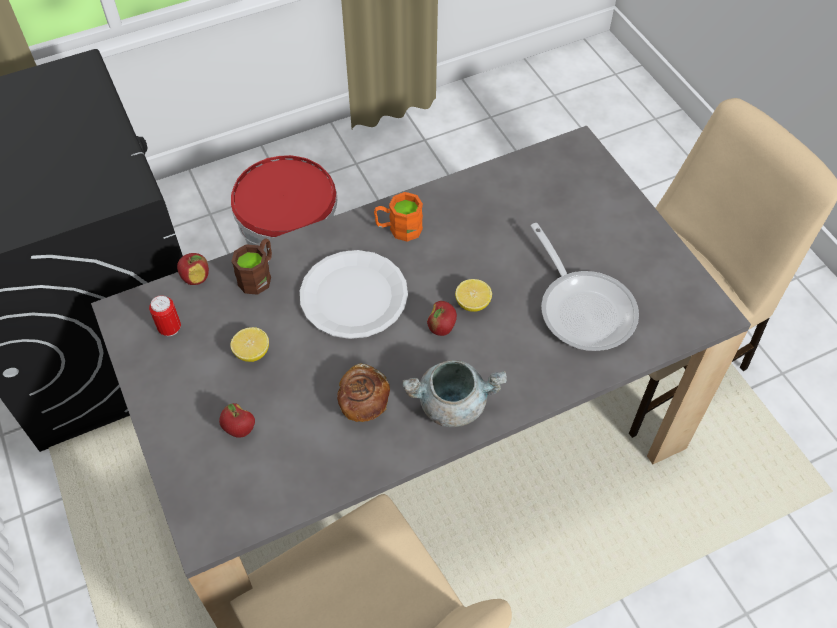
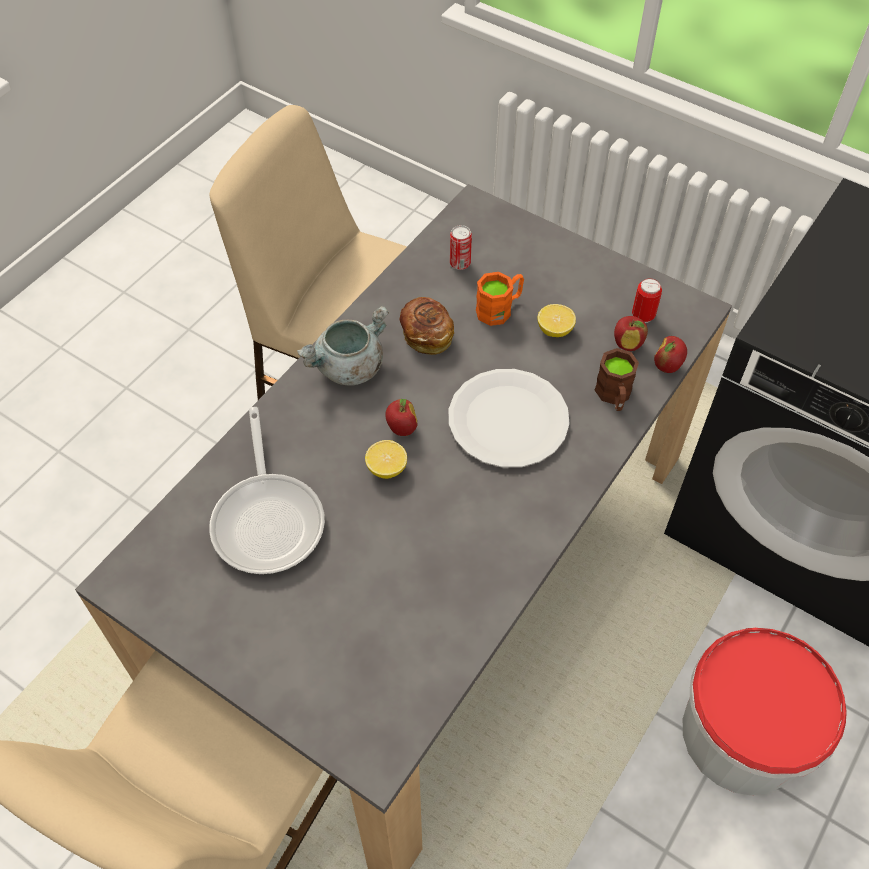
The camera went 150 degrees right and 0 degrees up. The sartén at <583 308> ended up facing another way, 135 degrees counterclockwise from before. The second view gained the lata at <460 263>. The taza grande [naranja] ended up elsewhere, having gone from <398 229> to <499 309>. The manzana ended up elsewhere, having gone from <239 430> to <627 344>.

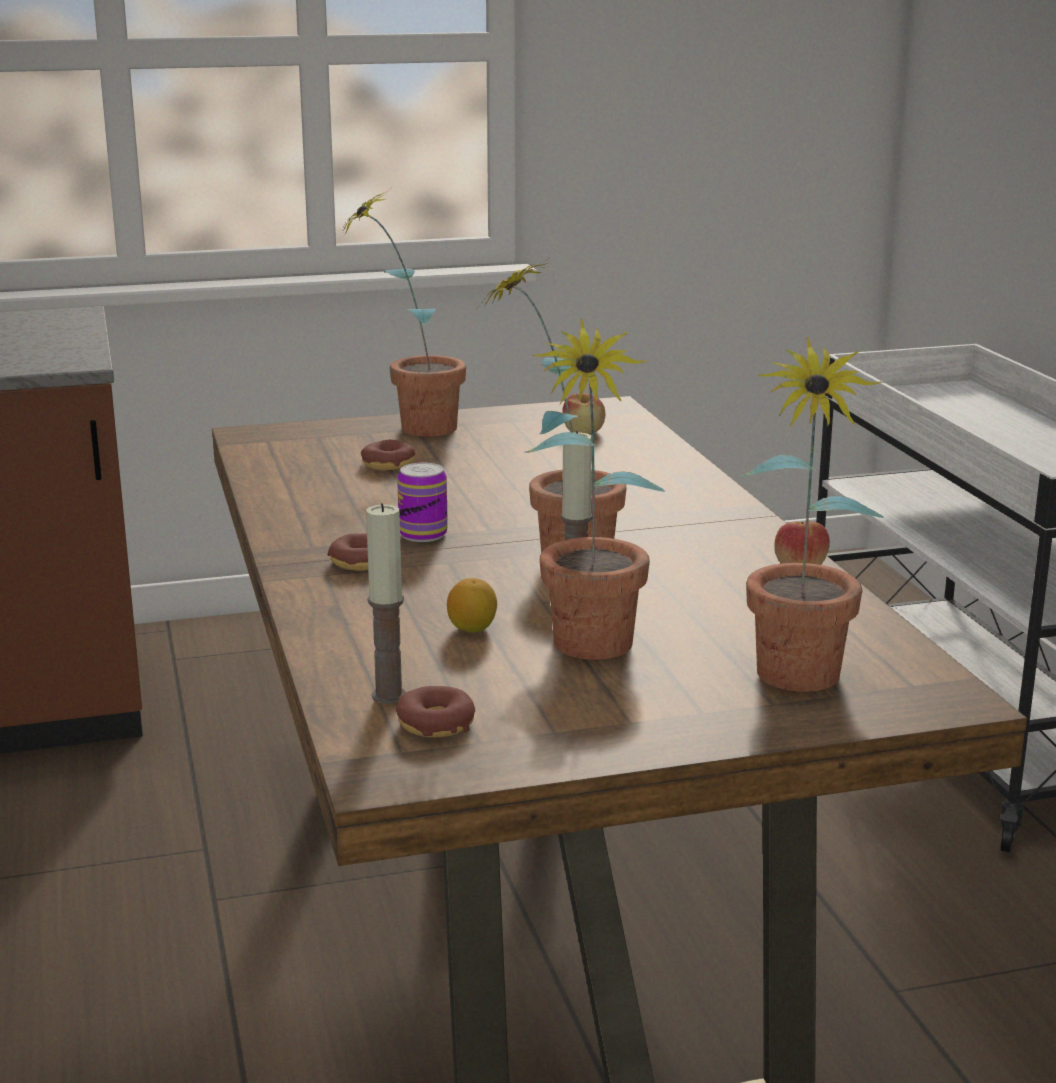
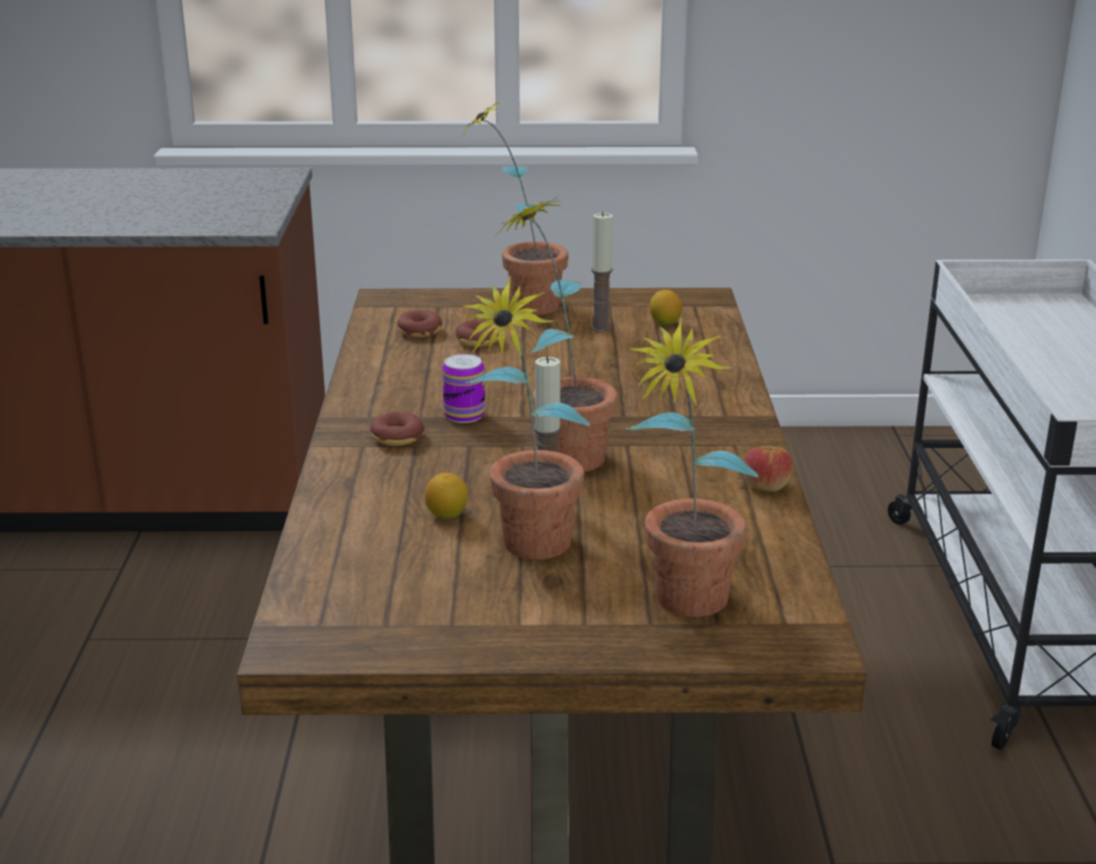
The camera went 15 degrees right and 5 degrees up. The rosquilla ended up elsewhere, having gone from <436 724> to <419 331>. The vela ended up elsewhere, having gone from <388 696> to <600 328>. Where the manzana stood at <583 432>, the limón came to stand at <665 323>.

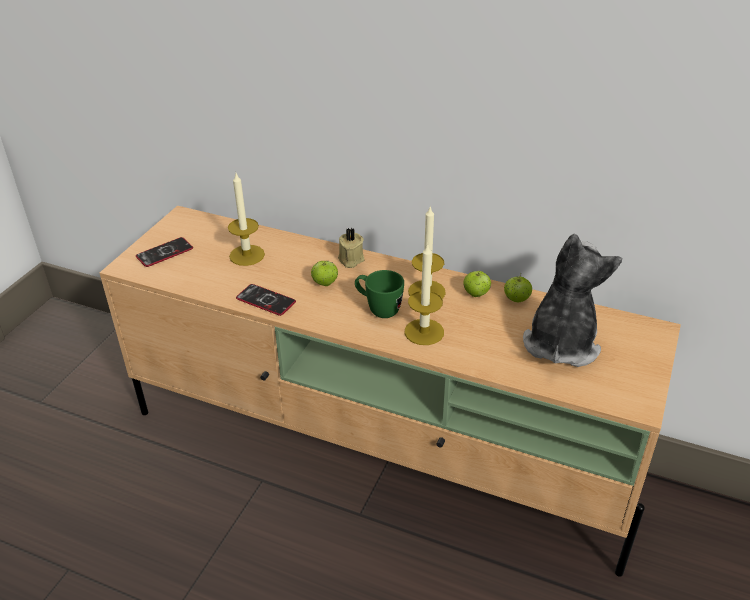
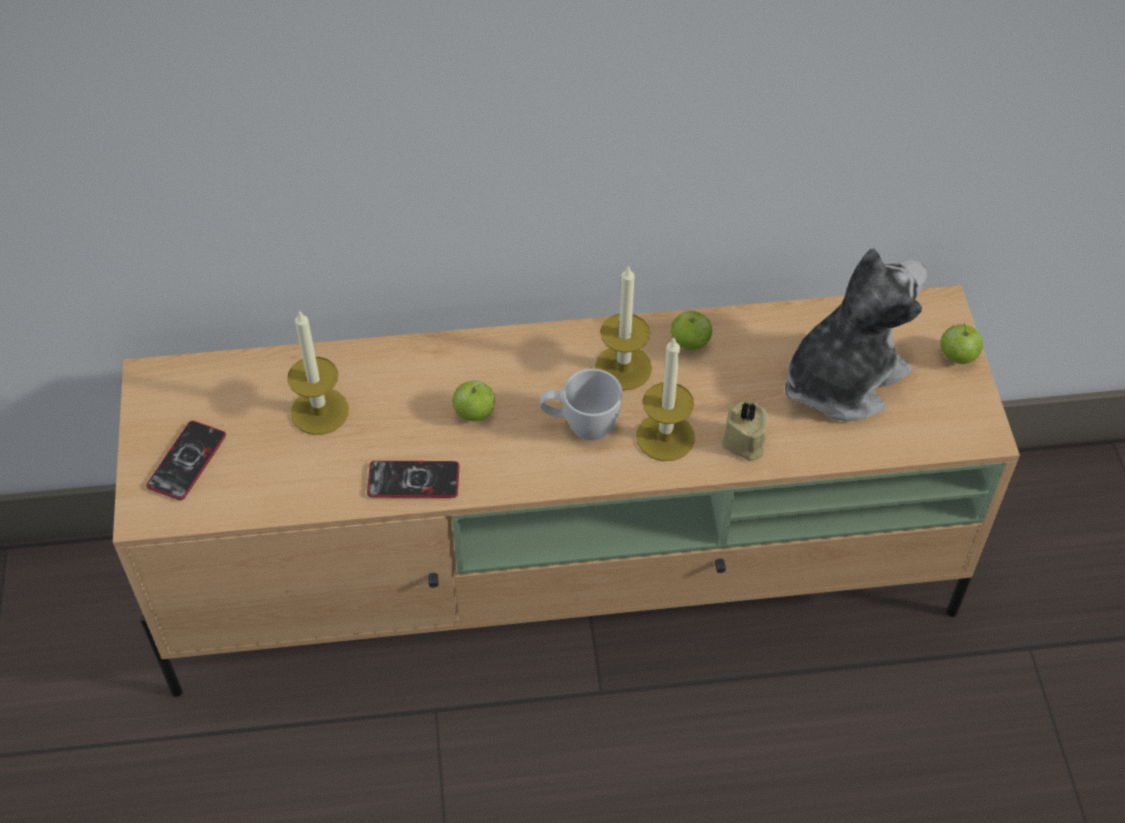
The camera went 30 degrees left and 15 degrees up. What was the taza grande [verde] at <378 309> turned into the taza grande [blanco] at <580 426>. The vela [beis] ended up elsewhere, having gone from <350 260> to <744 443>. The peluche at <561 343> ended up facing another way, 60 degrees clockwise from before. The manzana ended up elsewhere, having gone from <516 300> to <957 357>.

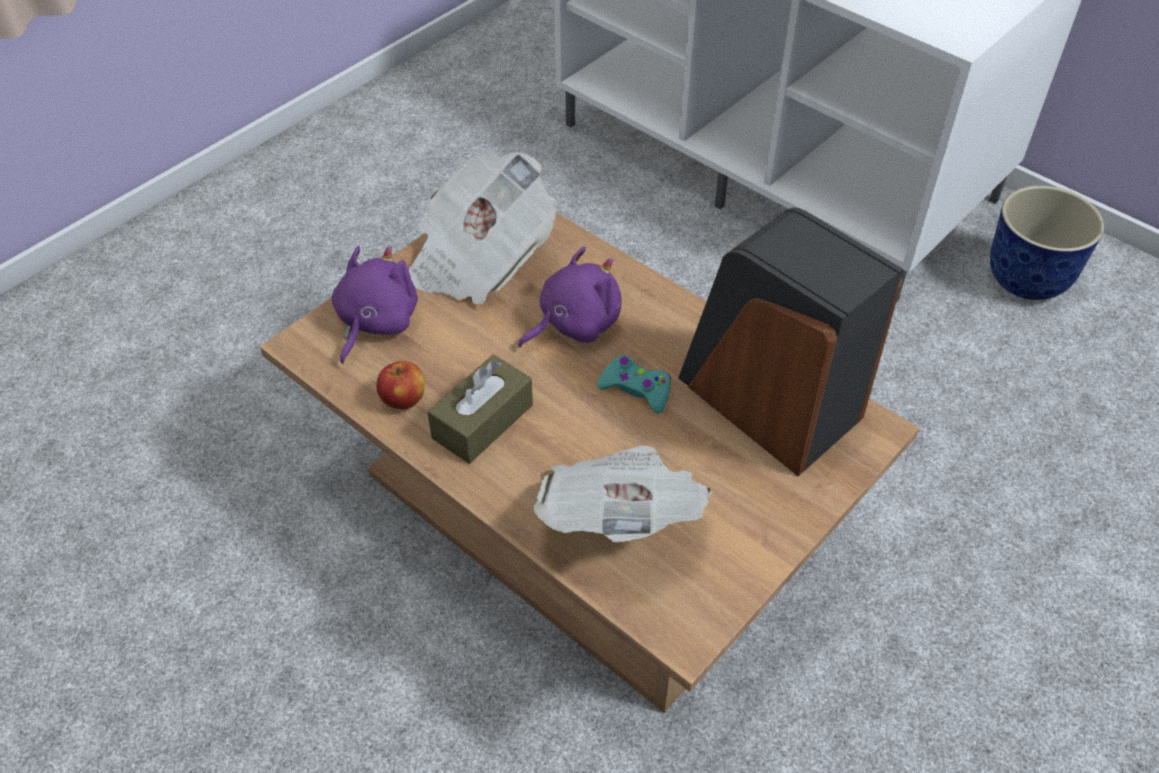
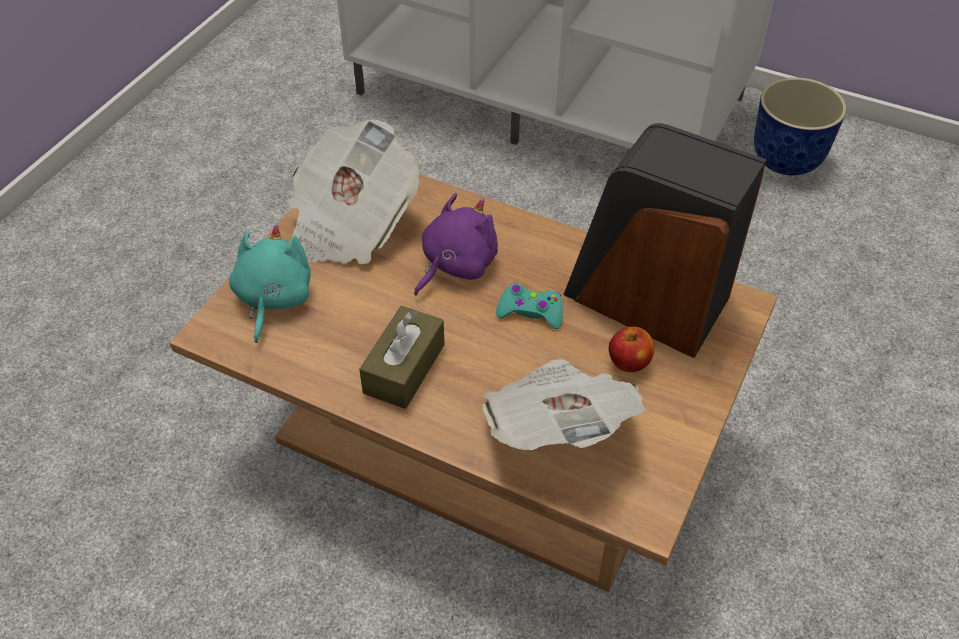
The camera went 15 degrees left and 0 degrees up. What was the peluche [morado] at <375 322> turned into the peluche [turquesa] at <273 299>. The manzana ended up elsewhere, having gone from <403 400> to <628 363>.

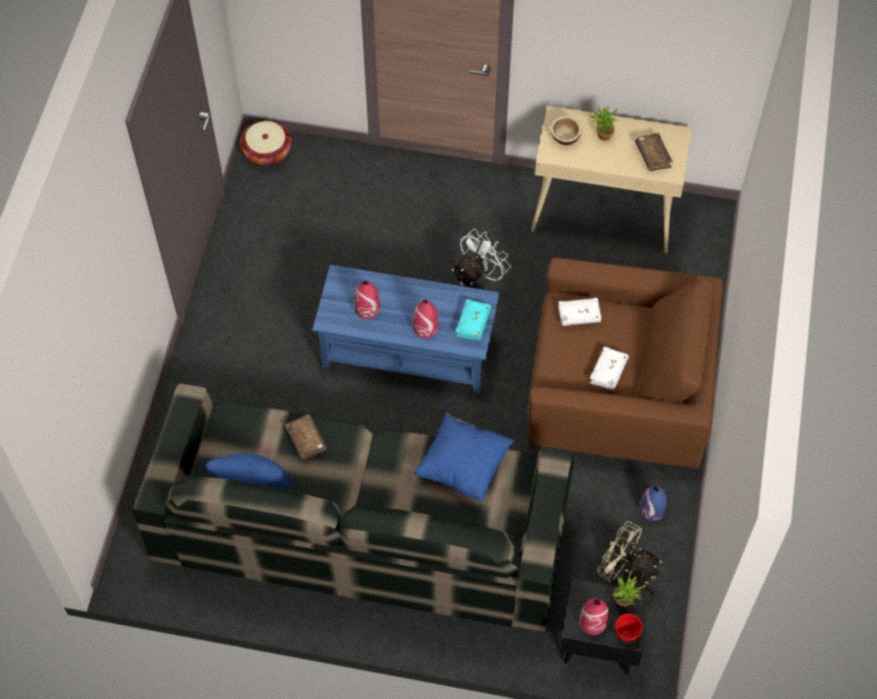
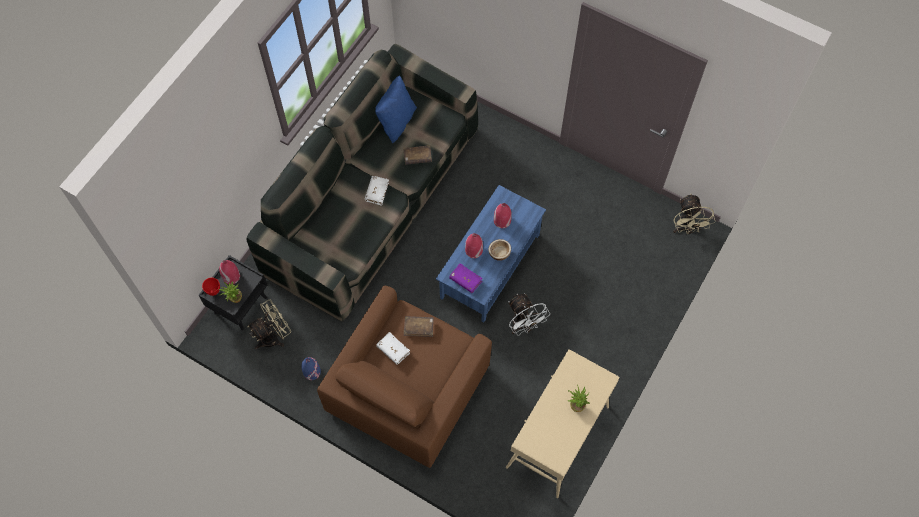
The camera went 110 degrees right and 5 degrees up. The libro [blanco] ended up elsewhere, having gone from <579 315> to <377 192>. The libro [marrón] ended up elsewhere, having gone from <652 156> to <419 328>. What was the libro [turquesa] at <473 323> turned into the libro [morado] at <465 280>. The cuenco ended up elsewhere, having gone from <565 137> to <499 253>. Where the cesta stood at <267 152>, the ventilador [beis] came to stand at <686 228>. The second view lost the cojín [azul] at <463 466>.

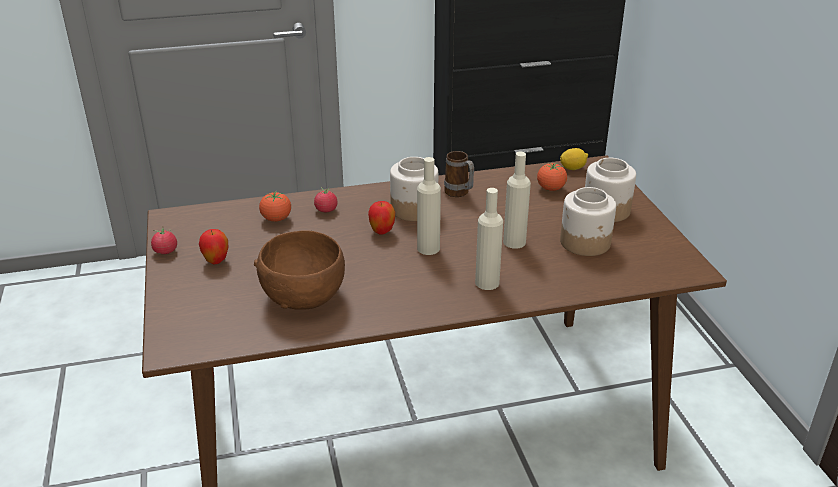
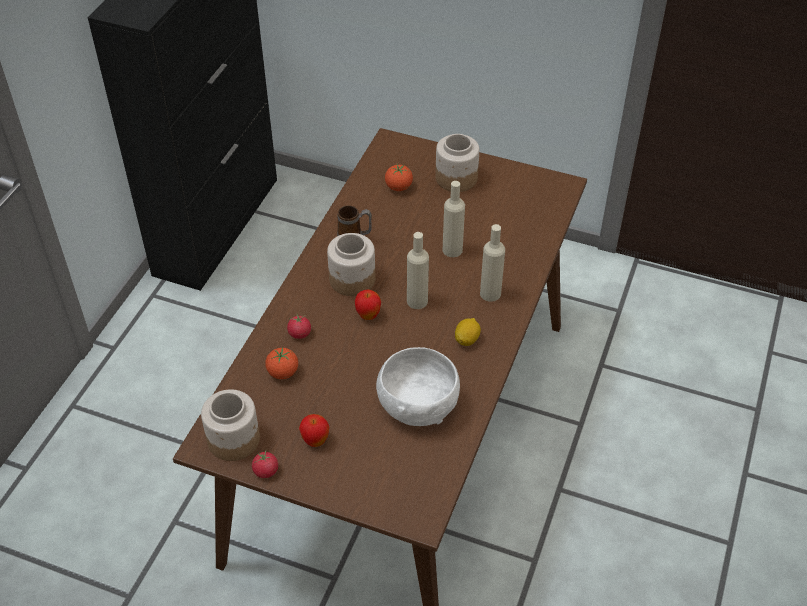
The camera went 55 degrees left and 15 degrees up. The tarro ended up elsewhere, having gone from <585 243> to <234 439>. What was the cuenco [marrón] at <303 295> turned into the cuenco [blanco] at <417 406>. The limón ended up elsewhere, having gone from <573 168> to <467 339>.

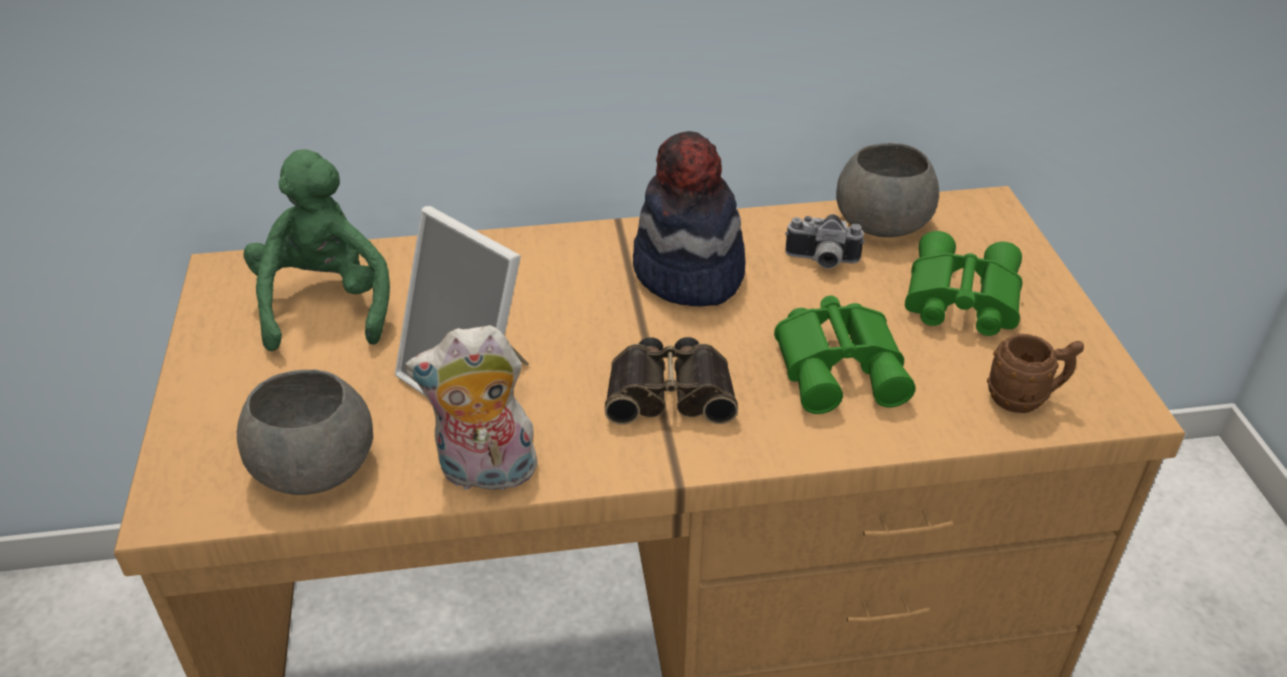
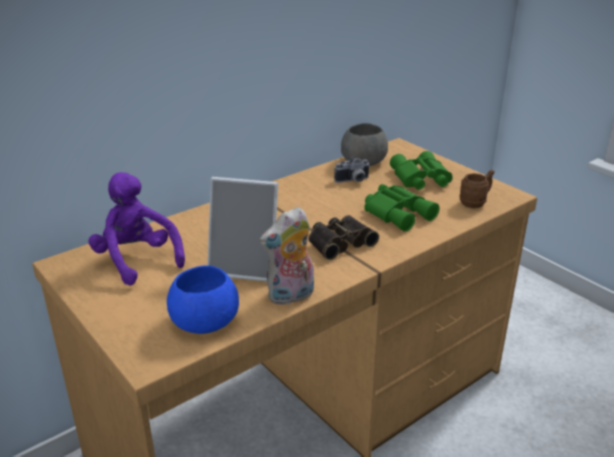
The camera went 30 degrees left and 10 degrees down. What was the peluche [verde] at <326 304> turned into the peluche [morado] at <137 260>. What was the cuenco [gris] at <311 466> turned into the cuenco [azul] at <203 322>. The second view lost the sombrero at <688 274>.

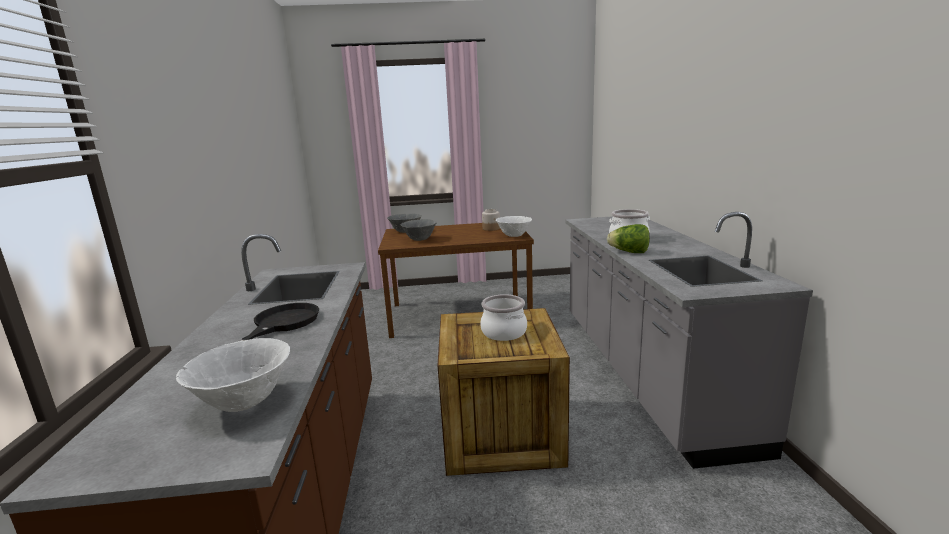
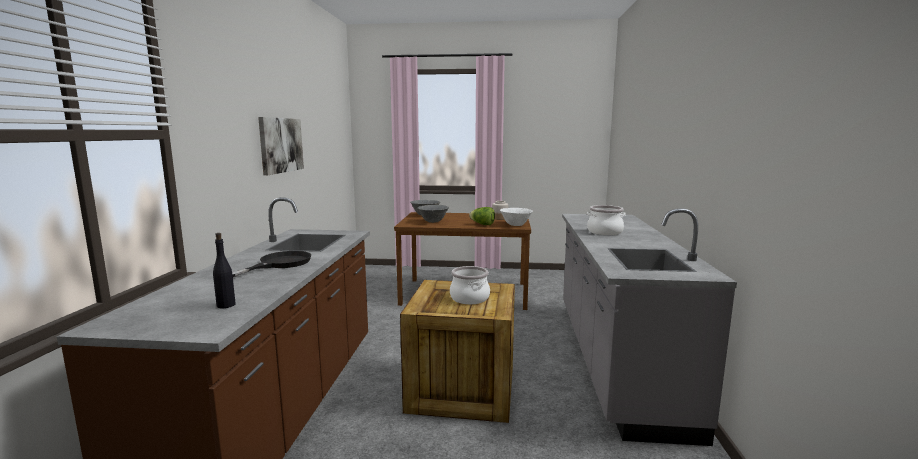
The camera went 10 degrees right and 5 degrees down. Where the cuenco [blanco] stood at <244 403>, the botella [negro] came to stand at <226 305>. The second view gained the cuadro at <281 145>. The lechuga ended up elsewhere, having gone from <629 252> to <482 224>.

